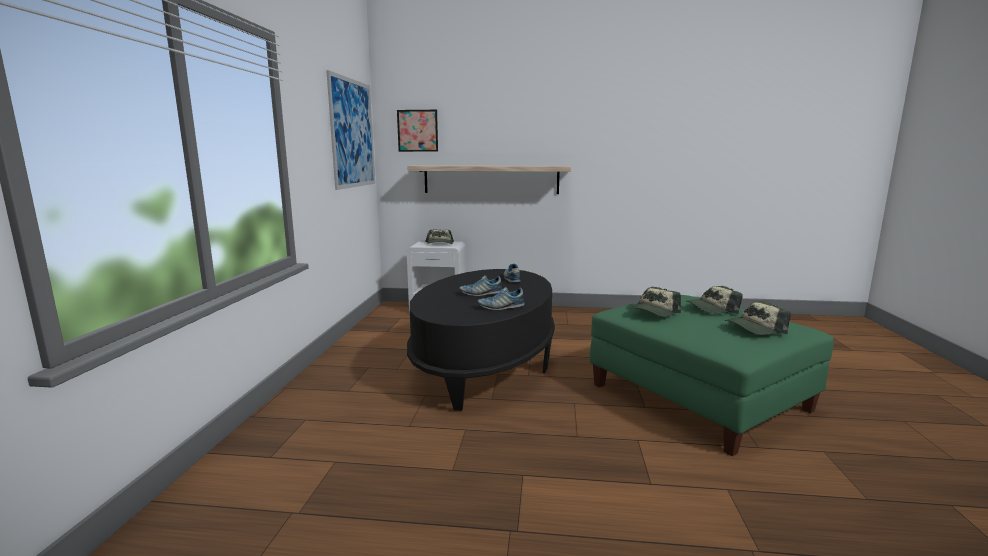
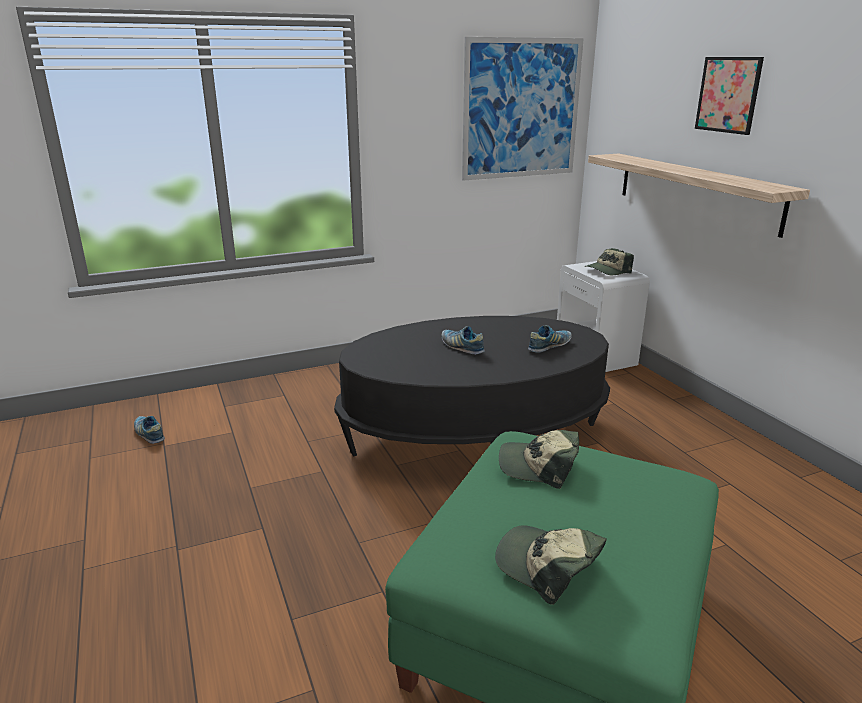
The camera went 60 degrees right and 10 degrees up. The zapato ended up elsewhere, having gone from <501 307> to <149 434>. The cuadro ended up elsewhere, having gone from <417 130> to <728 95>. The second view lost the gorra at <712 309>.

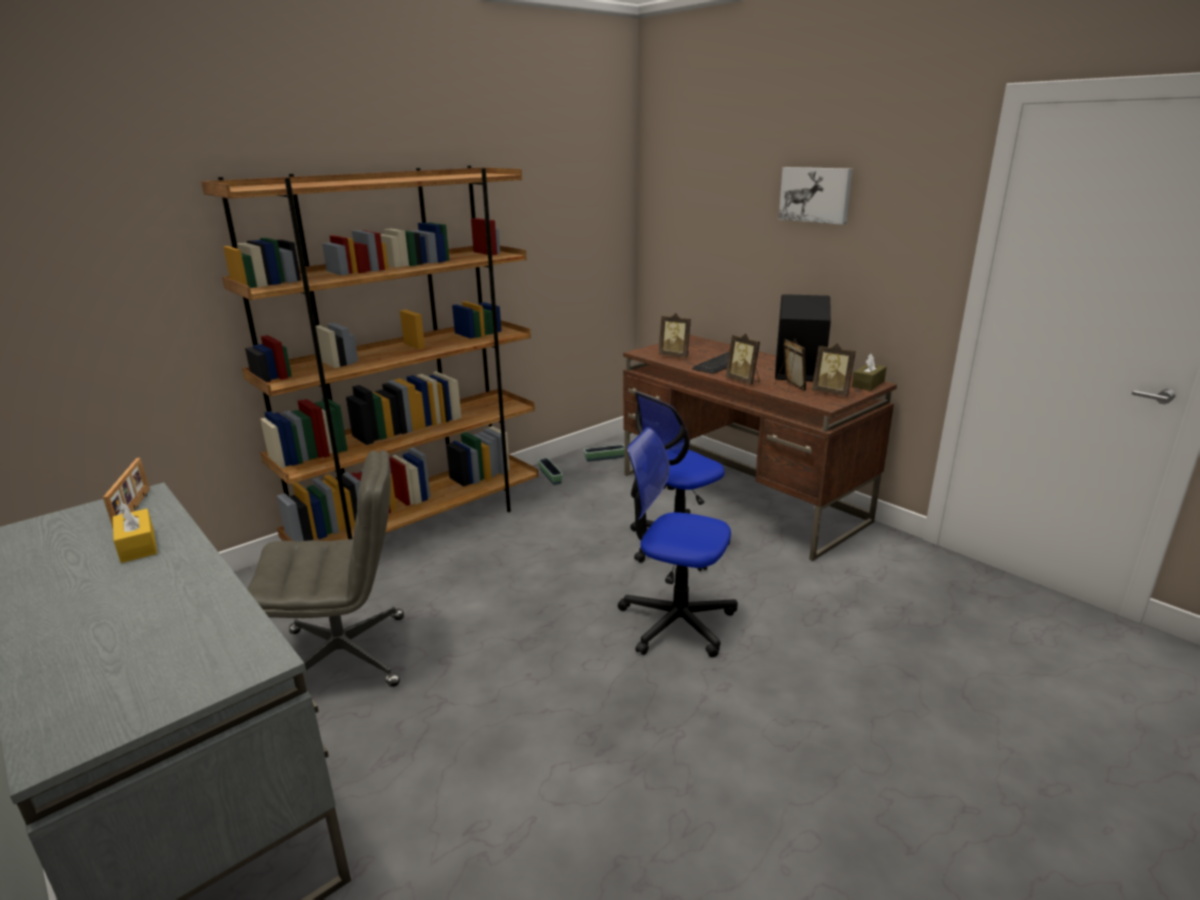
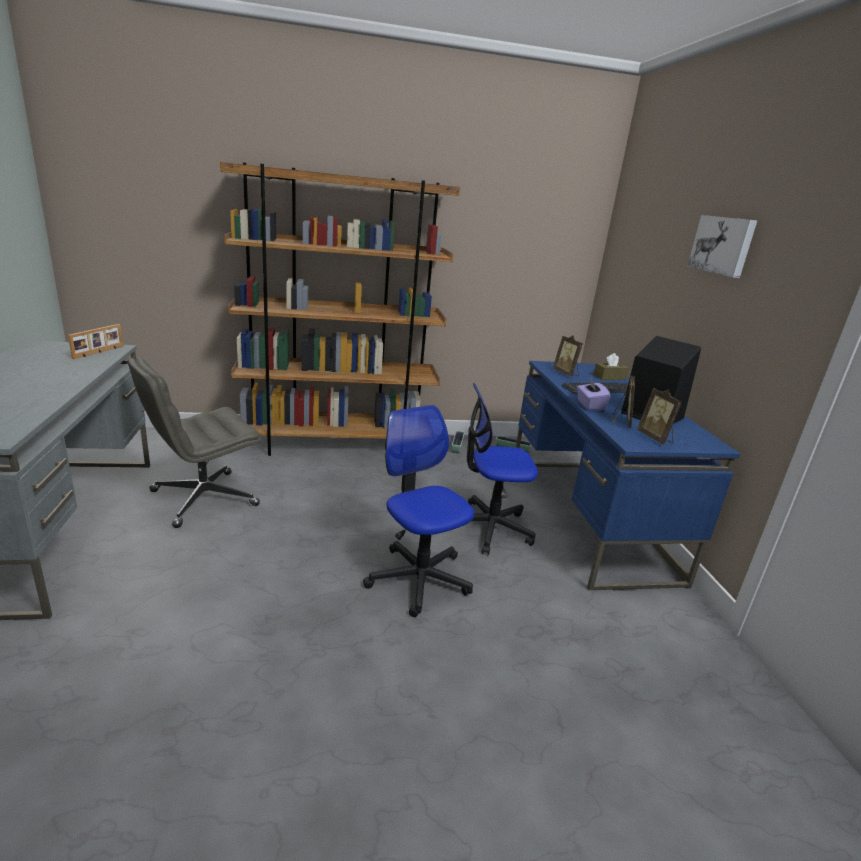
The camera went 30 degrees right and 0 degrees up. The silla de oficina [gris] at <345 657> ended up facing another way, 120 degrees clockwise from before. What was the escritorio [marrón] at <741 498> turned into the escritorio [azul] at <587 517>. Where the portarretratos stood at <743 381>, the caja de pañuelos [morado] came to stand at <589 405>. The caja de pañuelos [marrón] ended up elsewhere, having gone from <868 384> to <609 377>. The second view lost the caja de pañuelos [amarillo] at <138 545>.

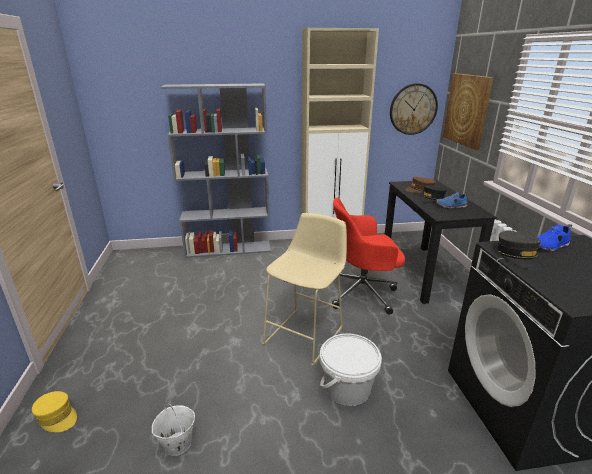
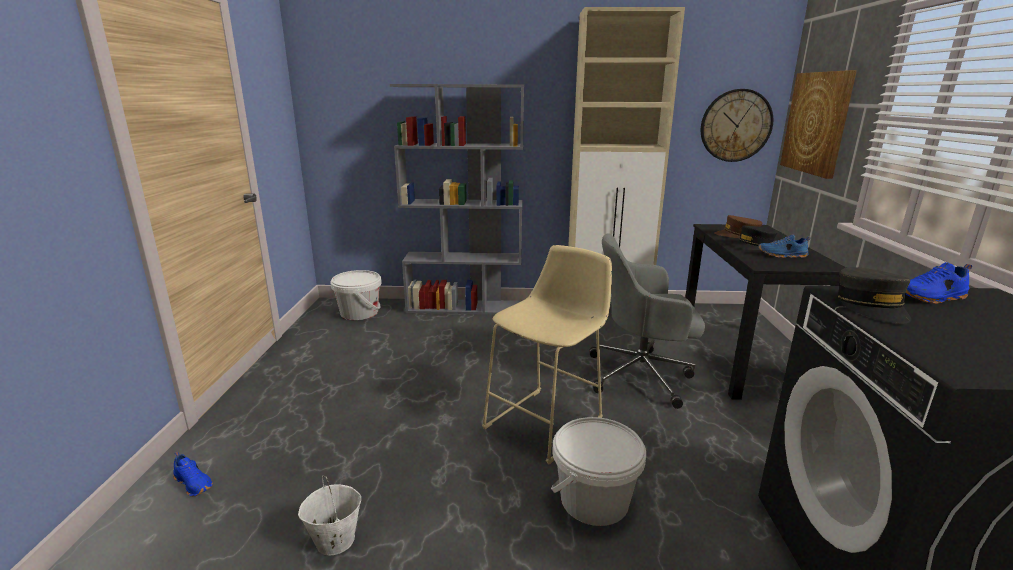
The camera went 10 degrees right and 5 degrees down. Where the gorra [amarillo] stood at <57 416>, the zapato [azul] came to stand at <194 483>. The second view gained the cubo [blanco] at <359 313>. What was the silla de oficina [rojo] at <363 292> turned into the silla de oficina [gris] at <642 375>.

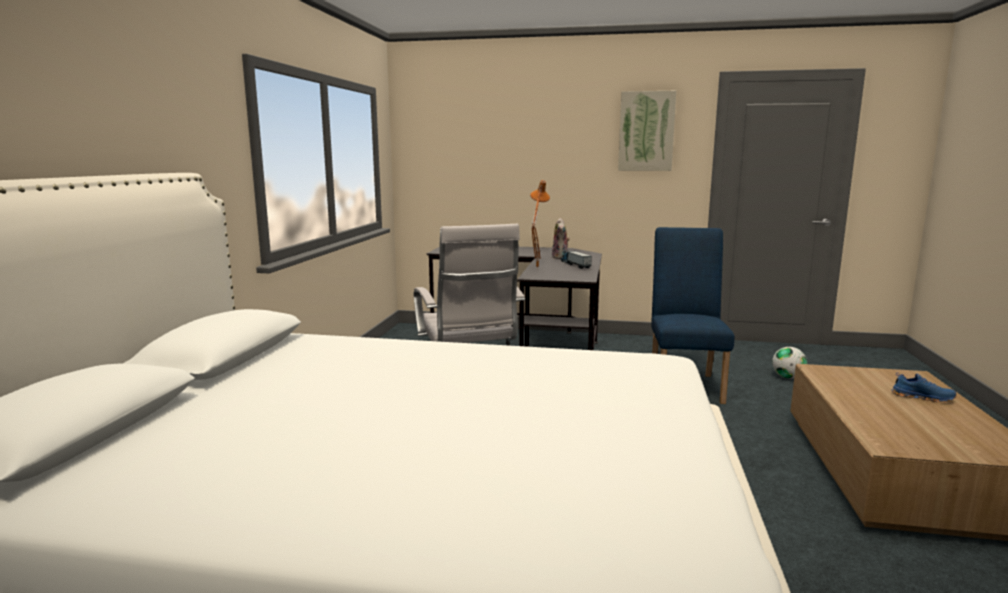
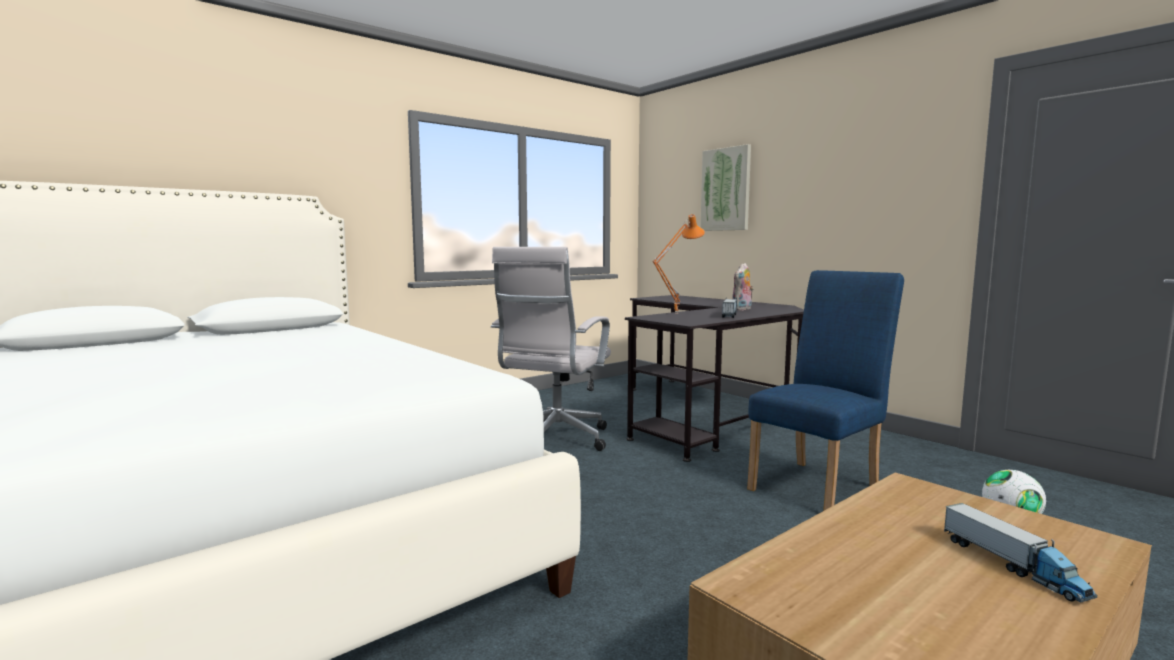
The camera went 40 degrees right and 5 degrees down. The cuadro ended up elsewhere, having gone from <646 131> to <726 189>. Where the zapato [azul] stood at <922 397>, the camión de juguete came to stand at <1012 566>.

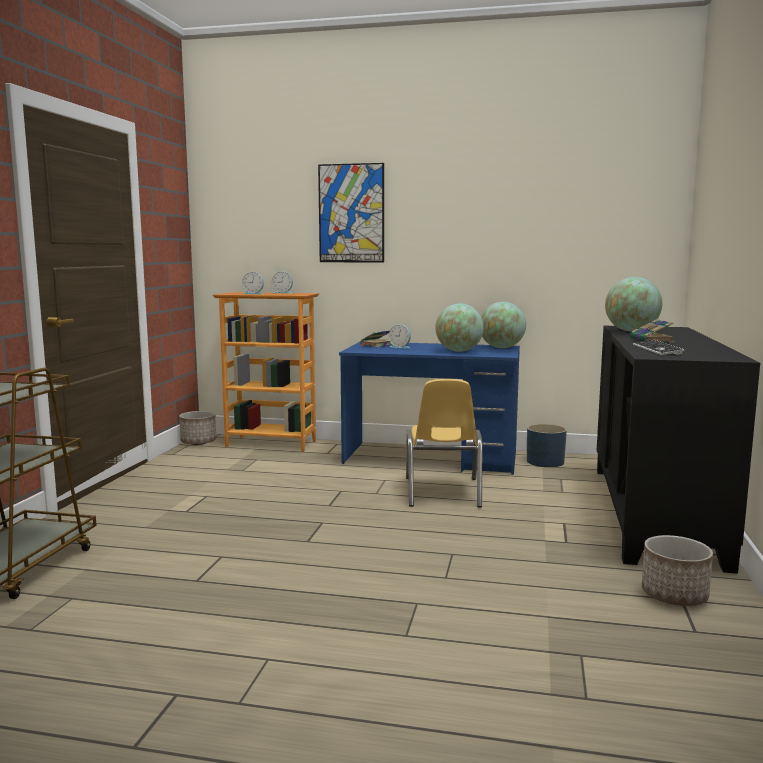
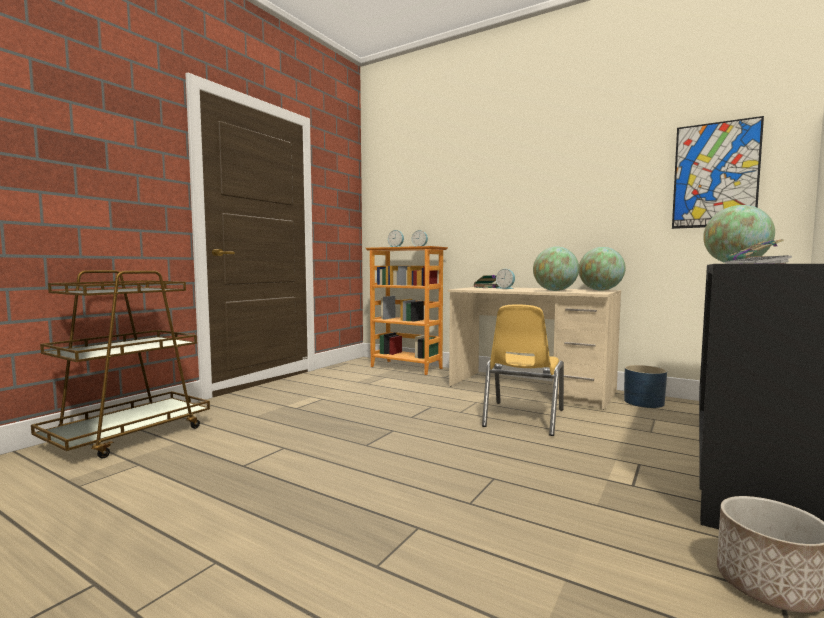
The camera went 20 degrees right and 5 degrees down. What was the escritorio [azul] at <431 458> turned into the escritorio [beis] at <531 389>. The cuadro ended up elsewhere, having gone from <351 213> to <715 175>. The second view lost the maceta at <198 442>.

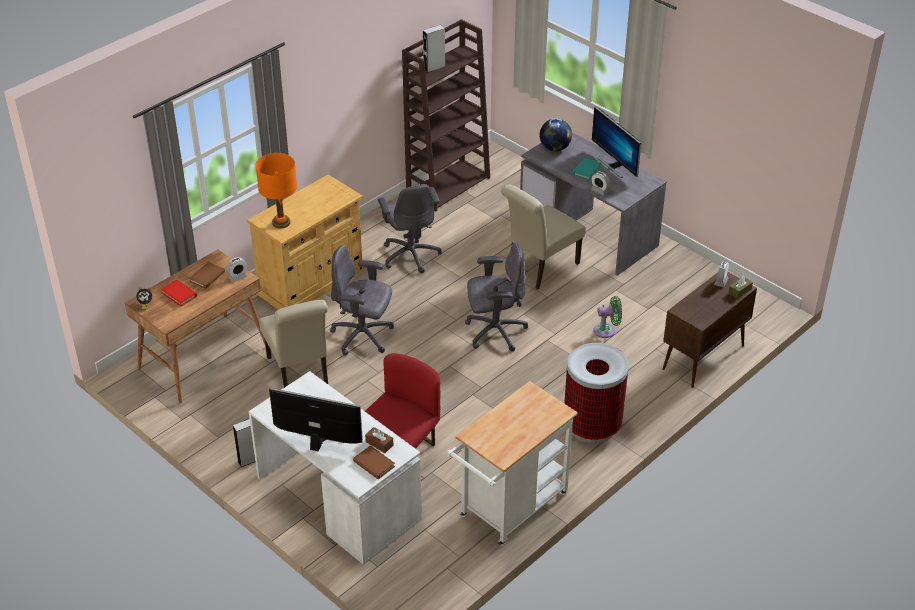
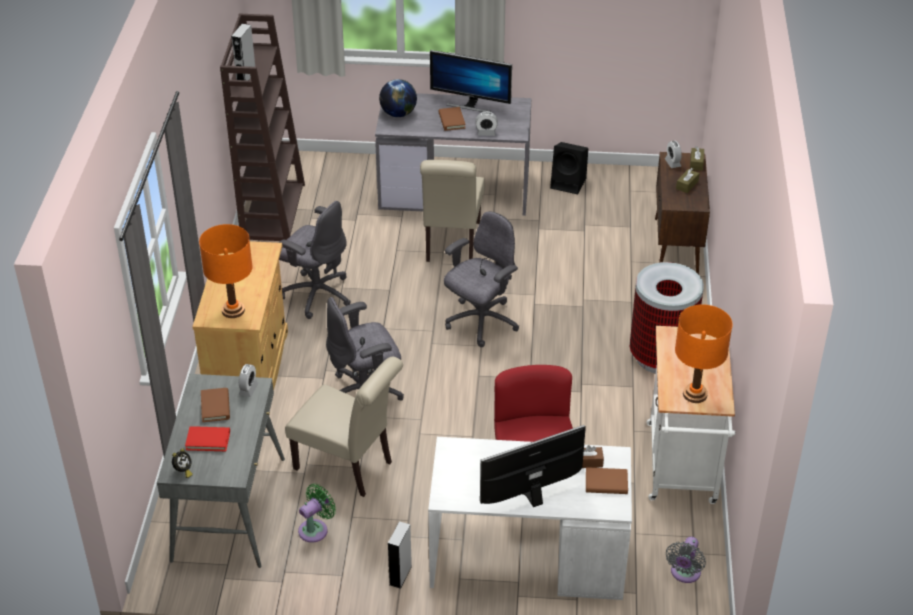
The camera went 40 degrees left and 0 degrees up. What was the escritorio [marrón] at <204 358> turned into the escritorio [gris] at <228 508>. The ventilador [verde] ended up elsewhere, having gone from <607 330> to <315 529>. What was the libro [turquesa] at <586 170> turned into the libro [marrón] at <451 120>. The second view gained the altavoz [negro] at <569 183>. The second view gained the ventilador [gris] at <684 574>. The second view gained the lámpara de mesa [naranja] at <694 394>. The second view gained the caja de pañuelos [marrón] at <687 185>.

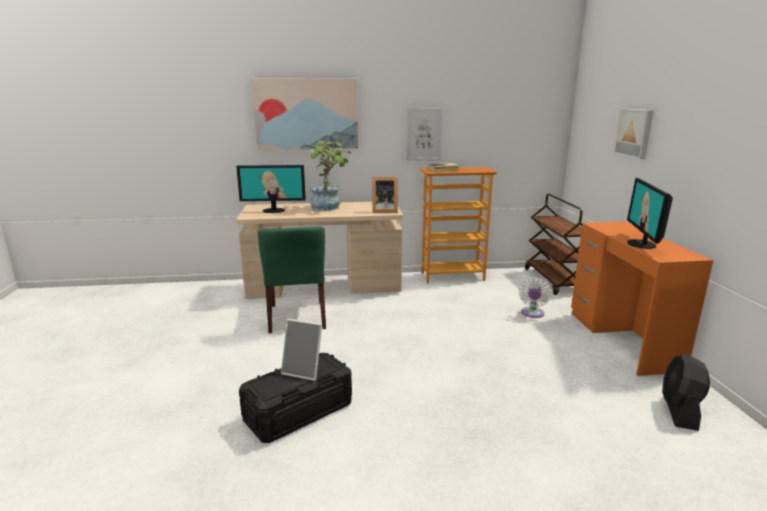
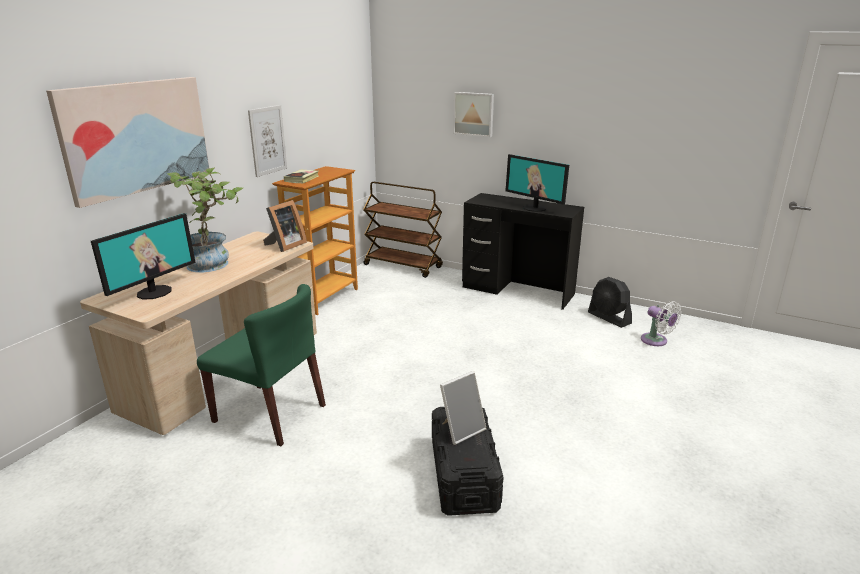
The camera went 55 degrees left and 5 degrees up. What was the escritorio [naranja] at <622 340> turned into the escritorio [negro] at <518 290>. The ventilador [blanco] ended up elsewhere, having gone from <532 314> to <656 341>.

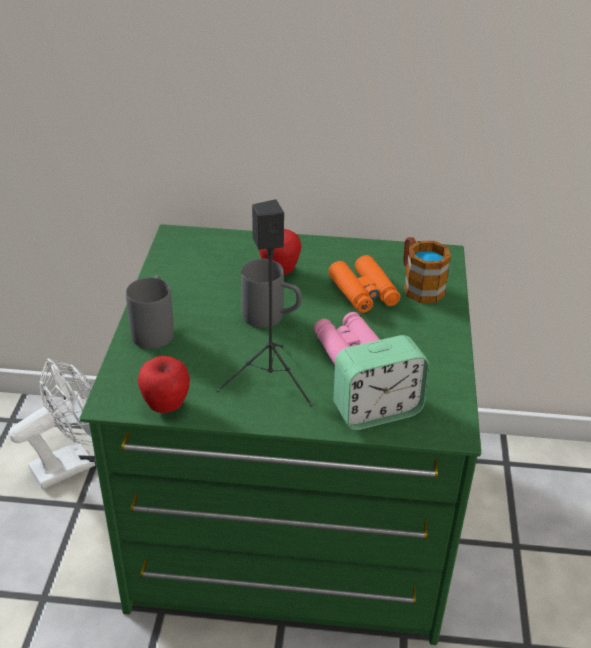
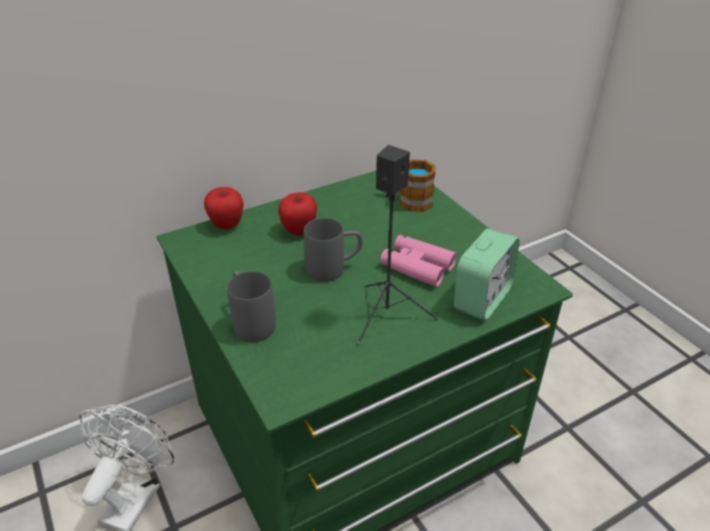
The camera went 35 degrees left and 0 degrees up. The manzana ended up elsewhere, having gone from <166 405> to <227 225>. The second view lost the prismáticos [naranja] at <364 292>.

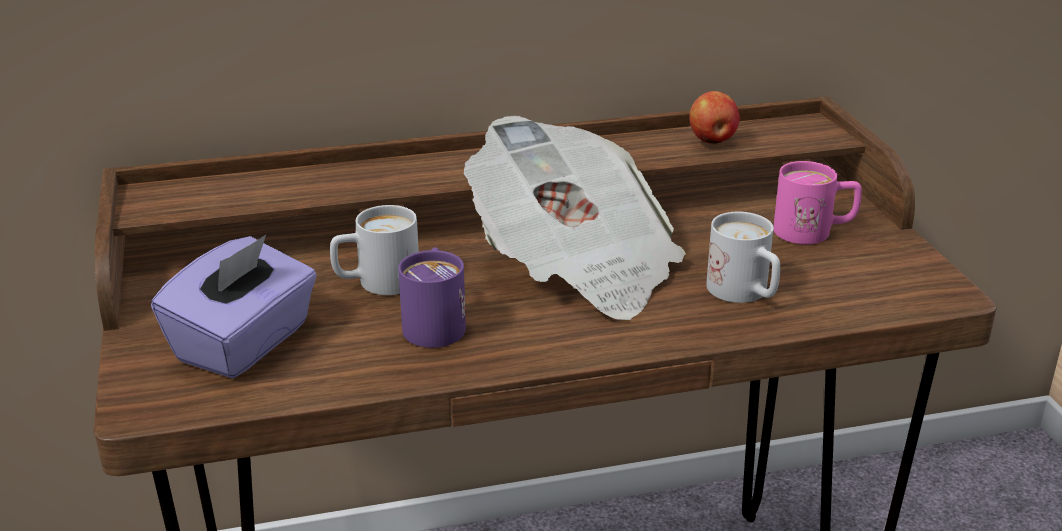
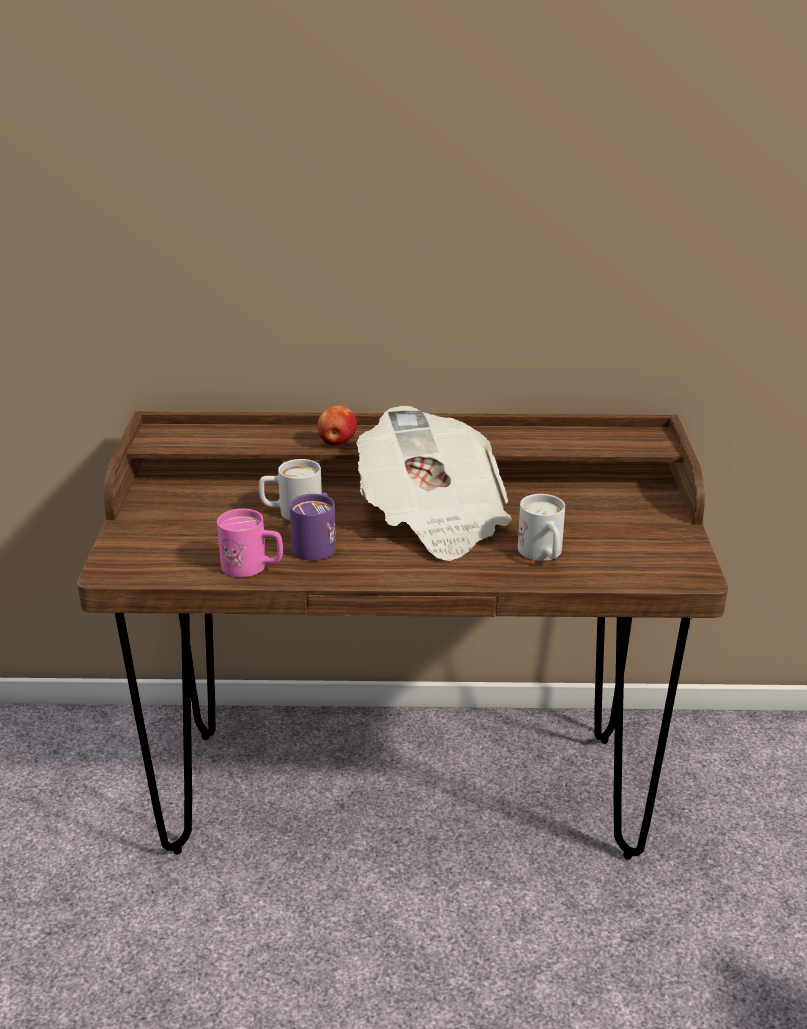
The camera went 15 degrees right and 0 degrees up. The taza grande [rosa] ended up elsewhere, having gone from <814 232> to <253 567>. The manzana ended up elsewhere, having gone from <712 141> to <337 442>. The second view lost the caja de pañuelos [morado] at <245 343>.

